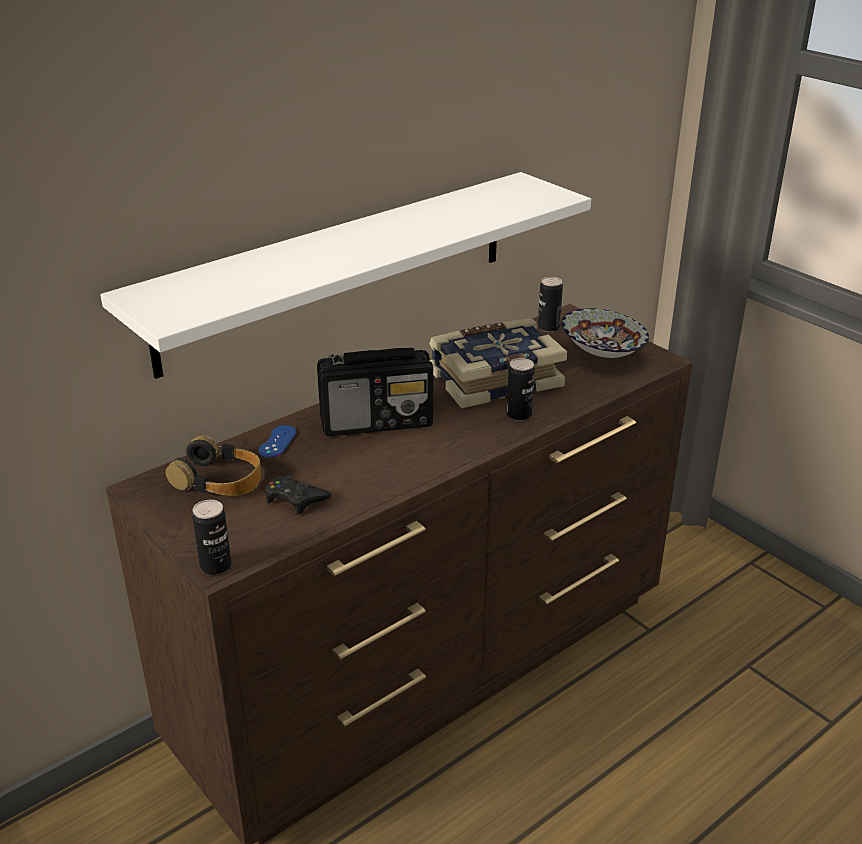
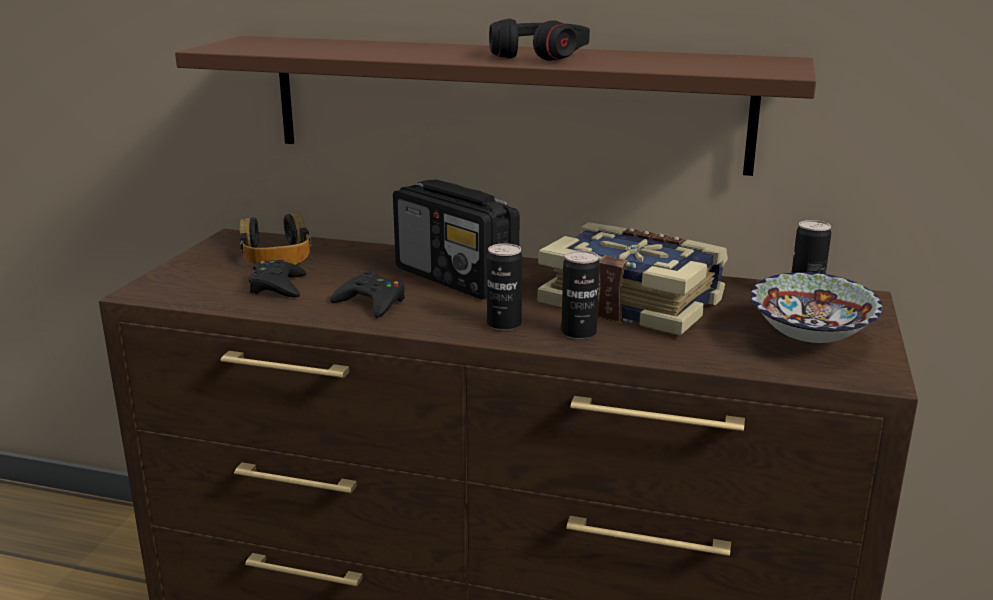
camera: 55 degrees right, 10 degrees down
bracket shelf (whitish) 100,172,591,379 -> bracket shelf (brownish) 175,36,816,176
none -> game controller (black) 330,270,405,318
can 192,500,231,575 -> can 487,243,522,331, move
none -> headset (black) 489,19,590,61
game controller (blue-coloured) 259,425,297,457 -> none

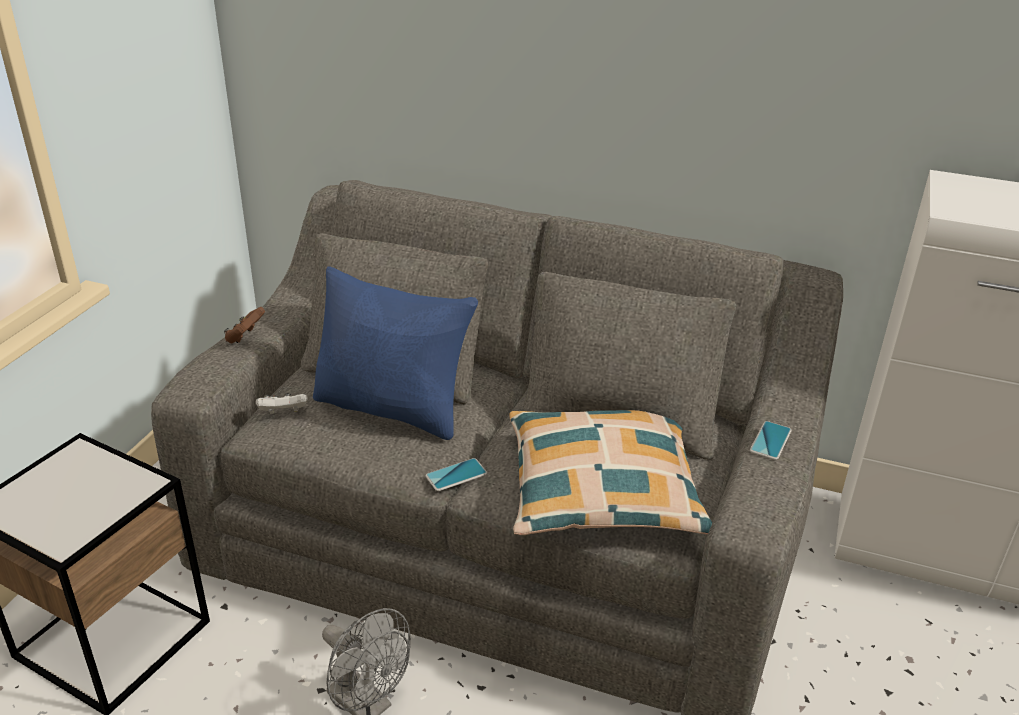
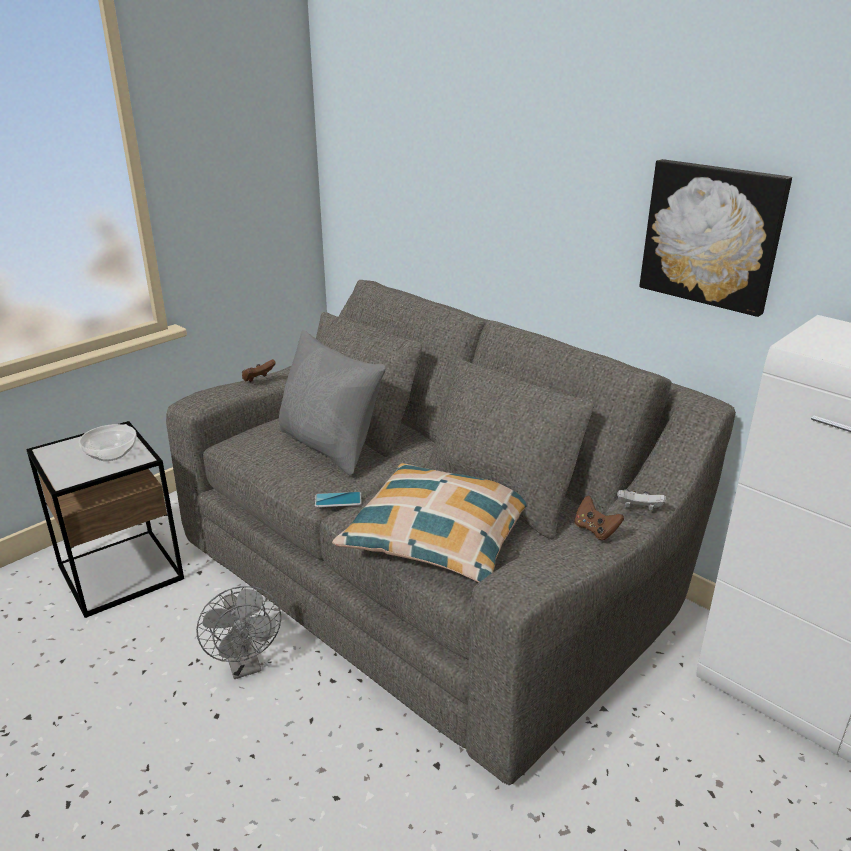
camera: 25 degrees right, 5 degrees down
none -> serving bowl 79,424,137,461
cushion (blue-coloured) 313,266,478,440 -> cushion (greyish) 279,330,386,476
phone 750,421,792,460 -> game controller (brownish) 574,496,624,540
game controller (whitish) 256,393,308,414 -> game controller (whitish) 617,489,666,510, move
none -> wall picture 639,159,792,317

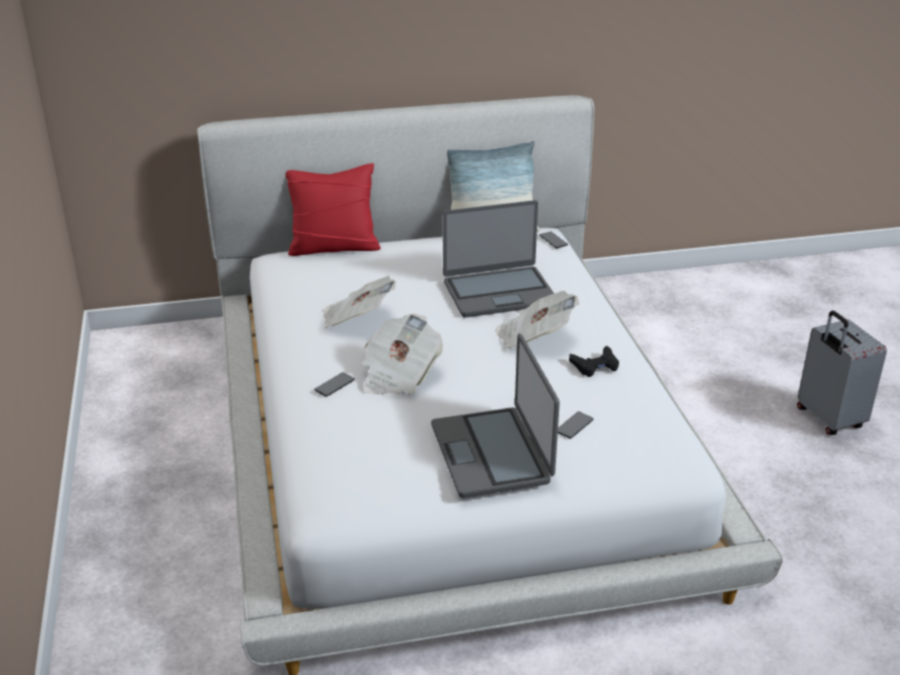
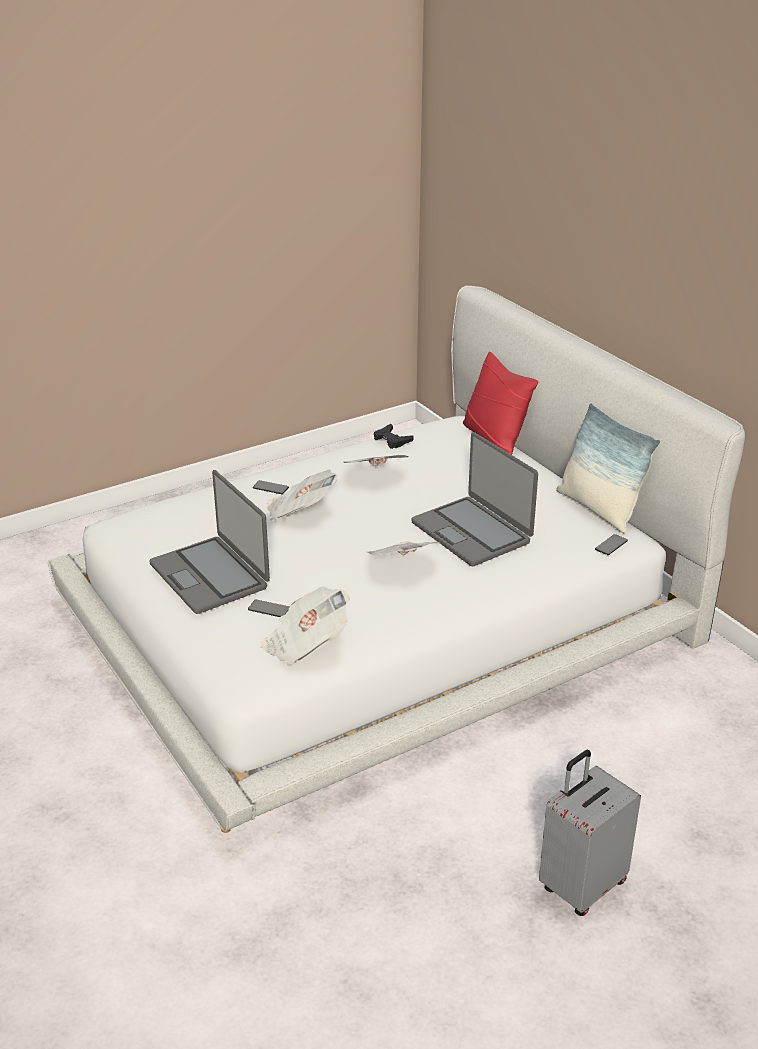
camera: 70 degrees right, 0 degrees up
portable computer 431,334,560,498 -> portable computer 149,470,270,614, 90 degrees counterclockwise
none -> printed paper 261,586,350,666
game controller (black) 569,346,619,377 -> game controller (black) 374,424,414,449, move

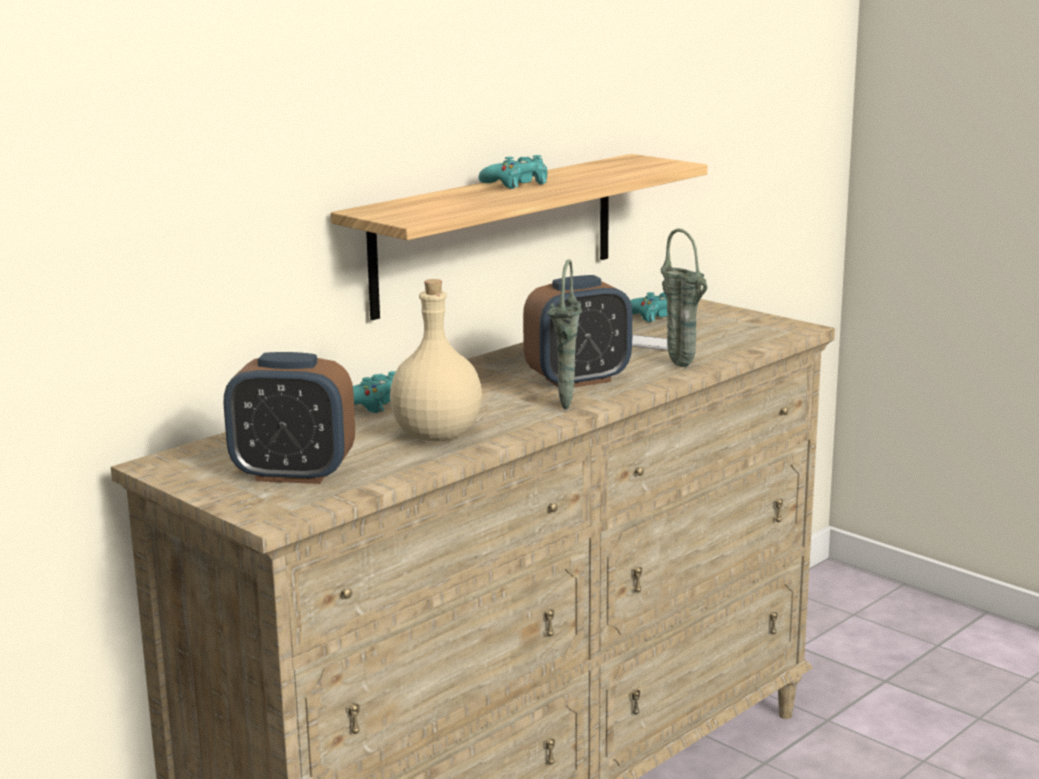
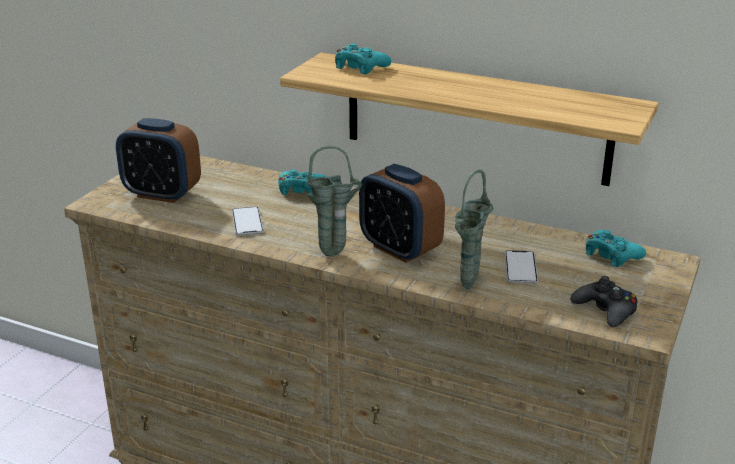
camera: 70 degrees right, 10 degrees up
table clock 224,352,355,484 -> table clock 116,118,201,203, 60 degrees counterclockwise
beverage bottle (beige) 390,279,482,441 -> phone 232,207,264,235
game controller (turquoise-coloured) 479,155,547,189 -> game controller (turquoise-coloured) 335,43,391,74, move
none -> game controller (black) 570,276,637,327

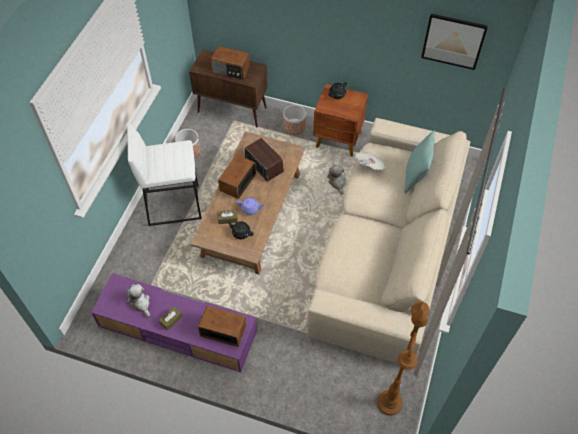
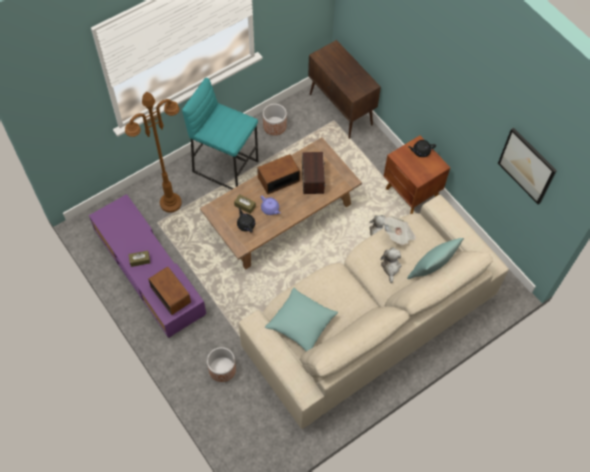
camera: 35 degrees right, 5 degrees up
floor lamp (brownish) 377,301,430,415 -> floor lamp (brownish) 125,92,182,213, move
stool seat (whitish) 127,124,202,226 -> stool seat (turquoise-coloured) 182,78,258,190
planter 283,105,306,135 -> planter 207,347,236,382, move
none -> cushion (turquoise-coloured) 265,287,338,351
cuddly toy 126,284,150,317 -> cuddly toy 380,248,402,283, move
radio receiver 210,46,250,80 -> none

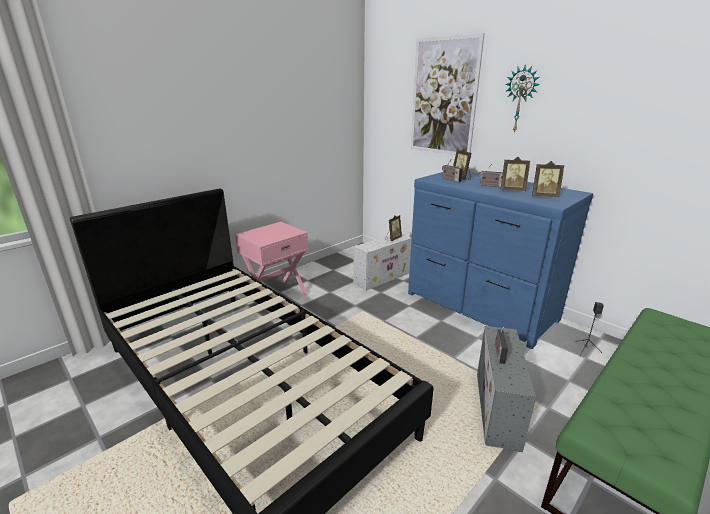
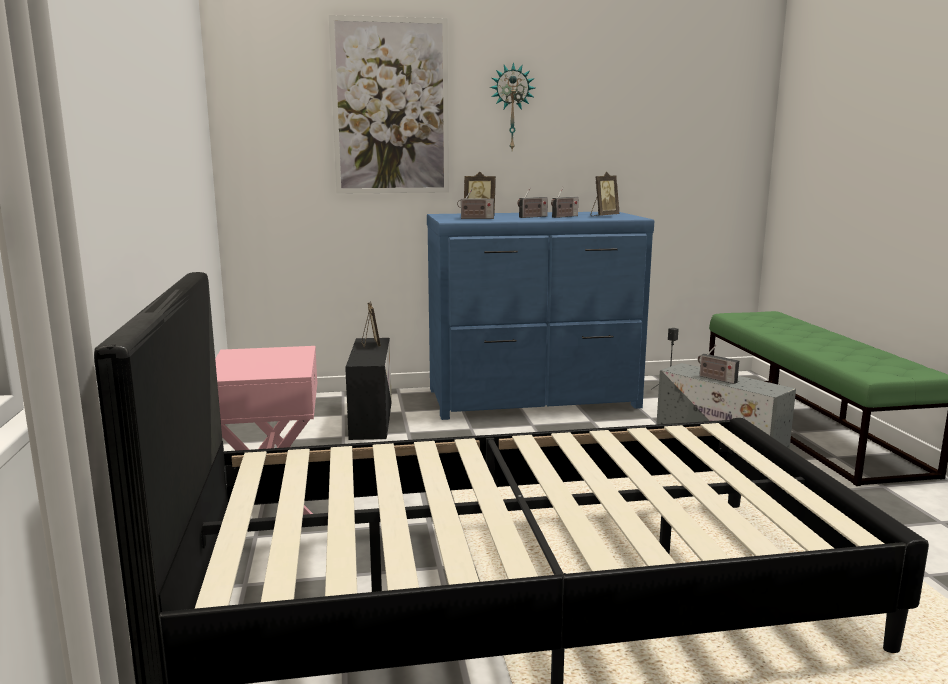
camera: 55 degrees left, 10 degrees down
storage container (whitish) 353,234,412,290 -> storage container (black) 345,338,392,440
picture frame 501,157,530,191 -> radio receiver 551,187,578,218

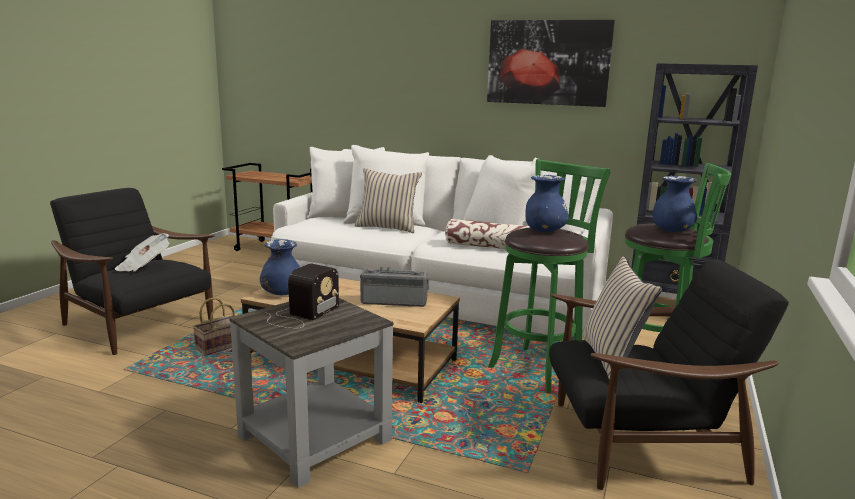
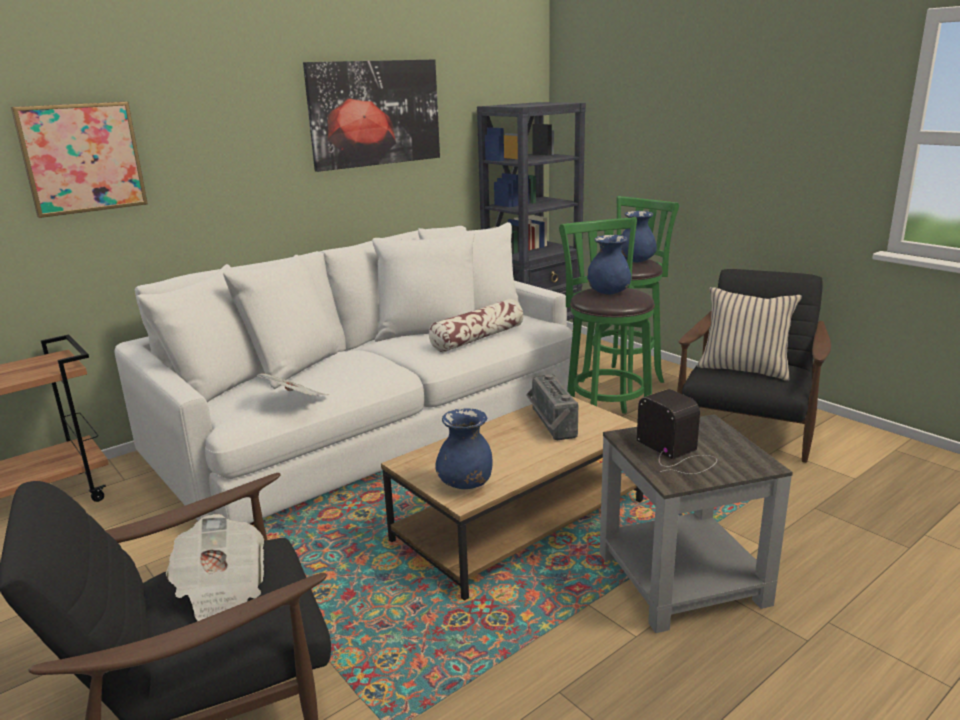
camera: 60 degrees left, 5 degrees up
none -> wall picture 11,101,148,218
none -> printed paper 255,374,329,396
radio receiver 360,266,429,307 -> radio receiver 526,374,578,440, 45 degrees counterclockwise
basket 193,297,235,356 -> none
cushion (beige) 354,168,422,233 -> none

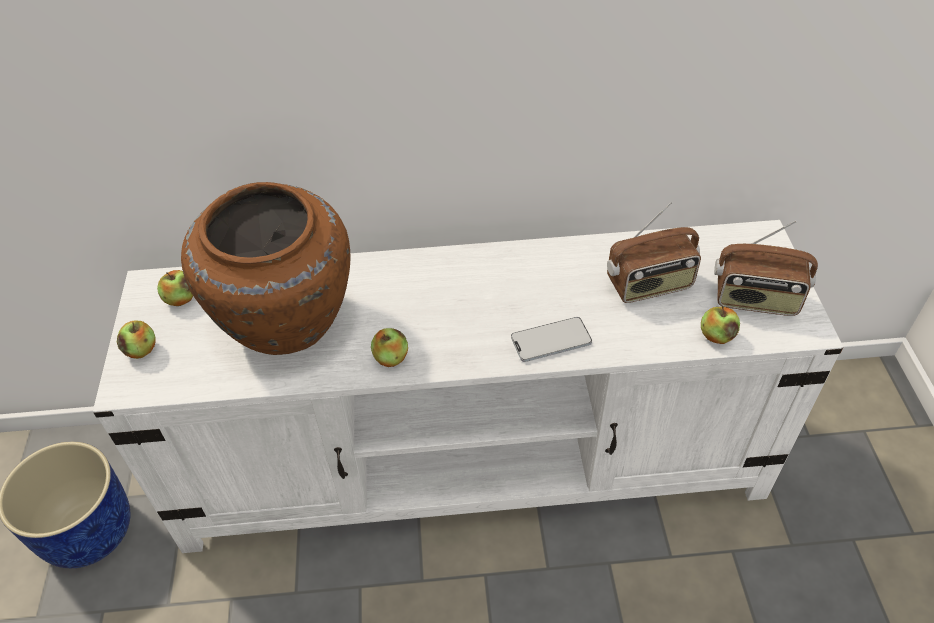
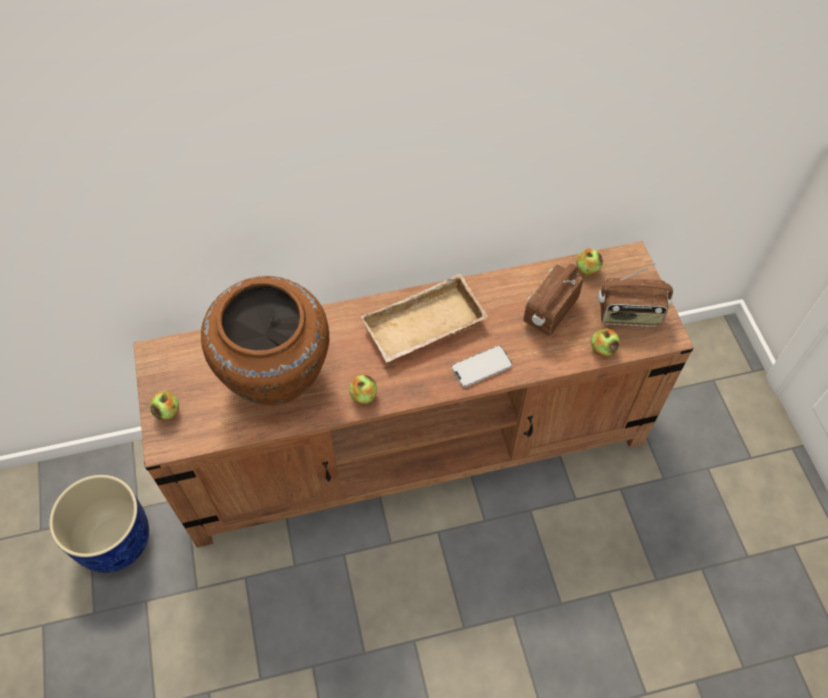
camera: 10 degrees left, 10 degrees up
tv unit (whitish) 93,220,843,553 -> tv unit (brownish) 133,241,694,547
none -> serving tray (beige) 361,274,488,363
radio receiver 607,202,701,303 -> radio receiver 523,264,584,336, 150 degrees clockwise
whole apple 157,270,193,306 -> whole apple 576,248,603,275, move

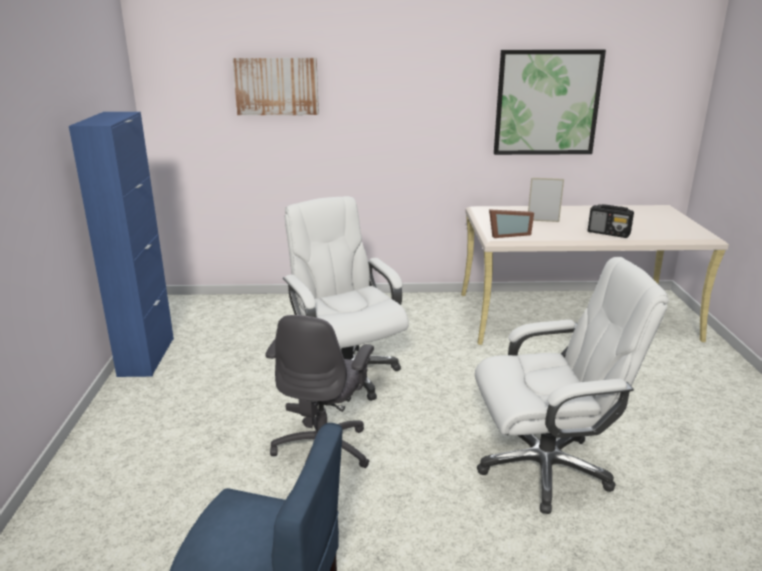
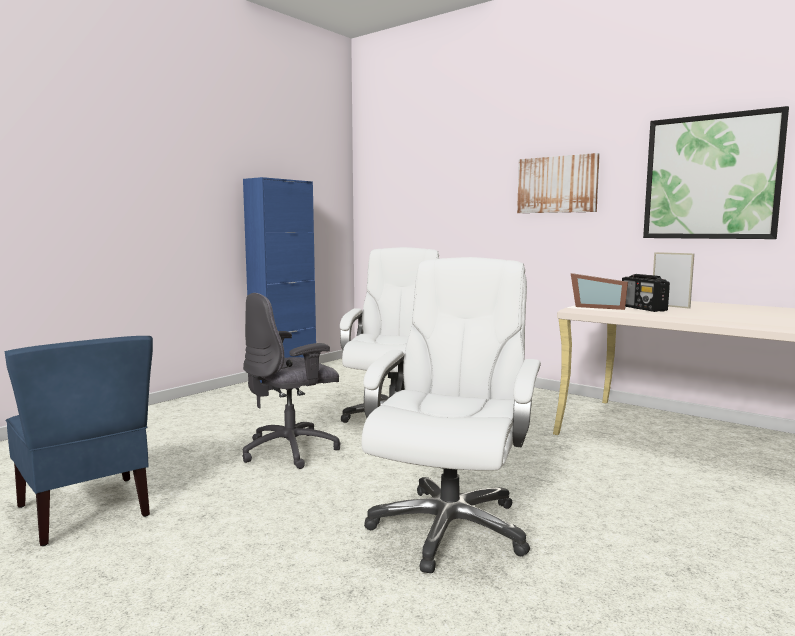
camera: 40 degrees right, 15 degrees down
desk chair (whitish) 475,257,669,514 -> desk chair (whitish) 361,257,541,573, 105 degrees counterclockwise
wall picture 232,58,319,115 -> wall picture 517,153,600,213, move
radio receiver 588,204,634,238 -> radio receiver 622,274,670,312, move

